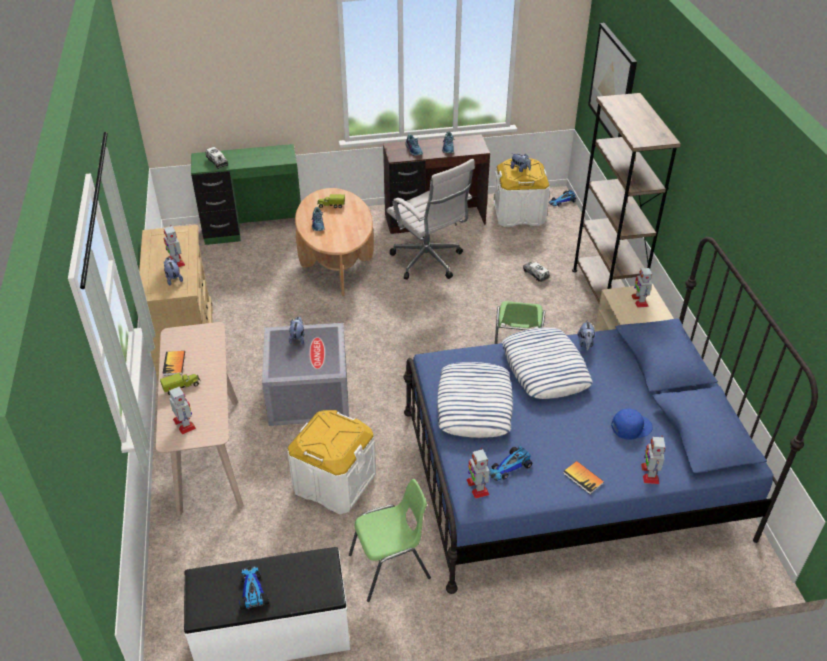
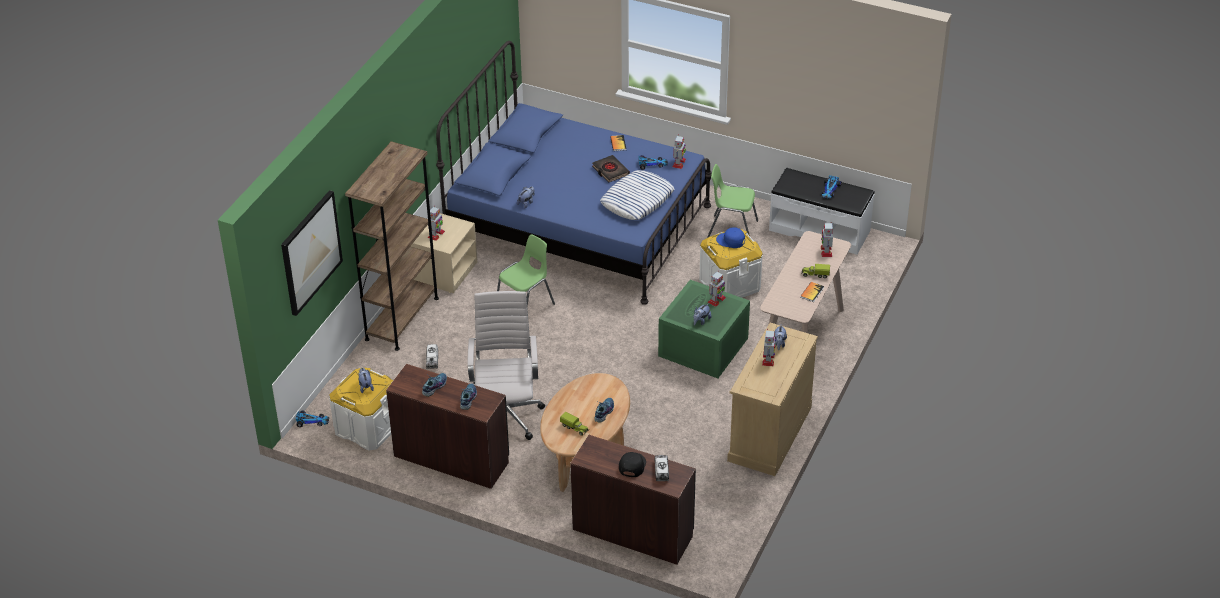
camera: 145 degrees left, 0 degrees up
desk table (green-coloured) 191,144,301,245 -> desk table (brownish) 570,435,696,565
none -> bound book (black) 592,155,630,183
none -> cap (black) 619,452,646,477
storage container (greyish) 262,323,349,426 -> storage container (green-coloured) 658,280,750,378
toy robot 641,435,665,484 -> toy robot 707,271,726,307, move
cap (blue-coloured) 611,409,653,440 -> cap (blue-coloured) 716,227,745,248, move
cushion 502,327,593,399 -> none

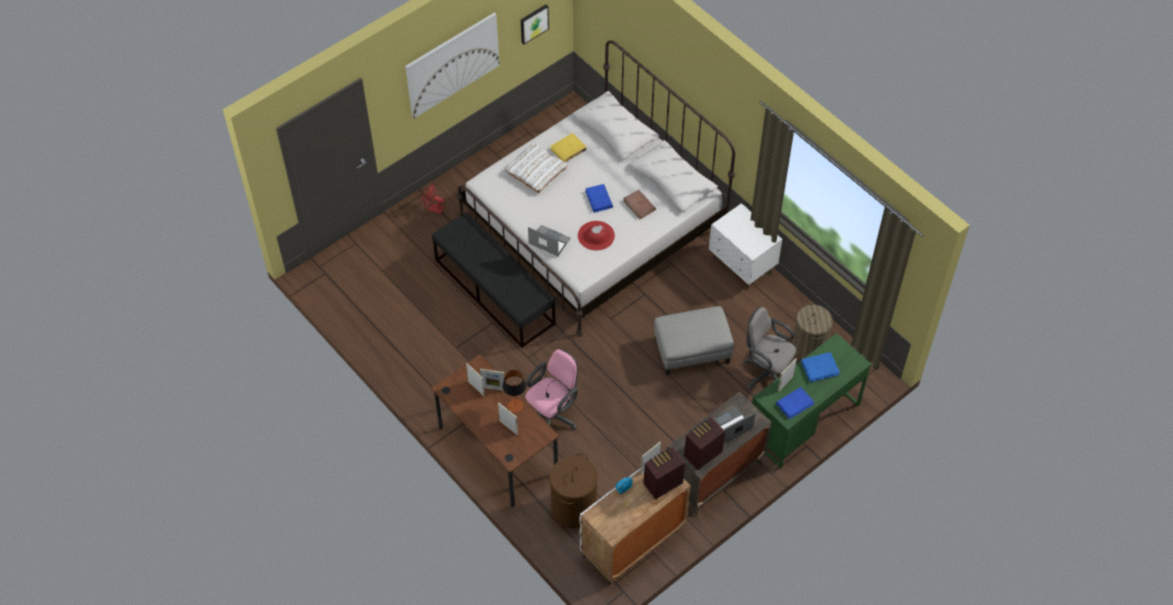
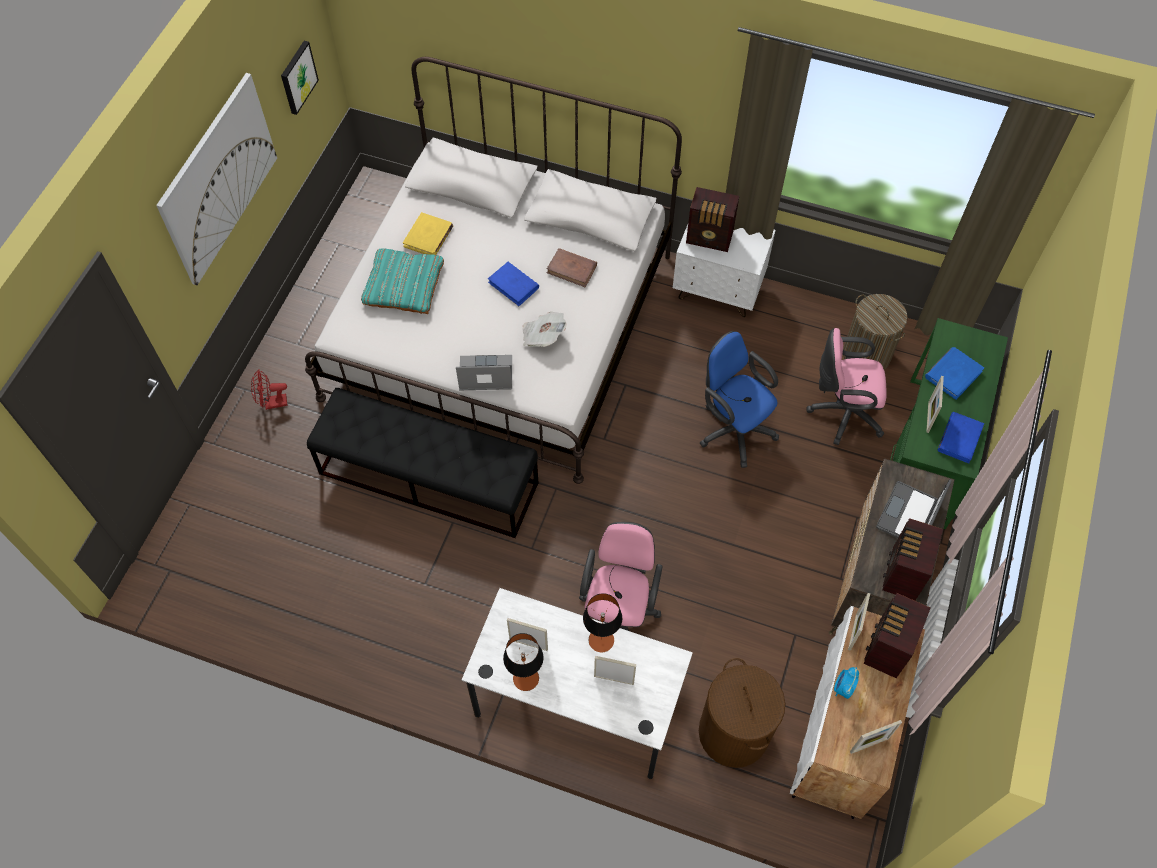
camera: 30 degrees left, 5 degrees up
cushion (whitish) 505,144,567,193 -> cushion (turquoise-coloured) 361,248,444,314
desk table (brownish) 431,354,560,507 -> desk table (whitish) 462,588,693,779
none -> table lamp 503,633,544,691
wearable hat (reddish) 578,221,615,250 -> printed paper 523,311,567,347
none -> radio receiver 686,187,739,252
pouffe (greyish) 654,306,734,375 -> desk chair (blue-coloured) 700,331,779,468
desk chair (greyish) 745,307,796,390 -> desk chair (pink) 807,328,887,445
picture frame 480,369,504,391 -> picture frame 850,720,902,754, move

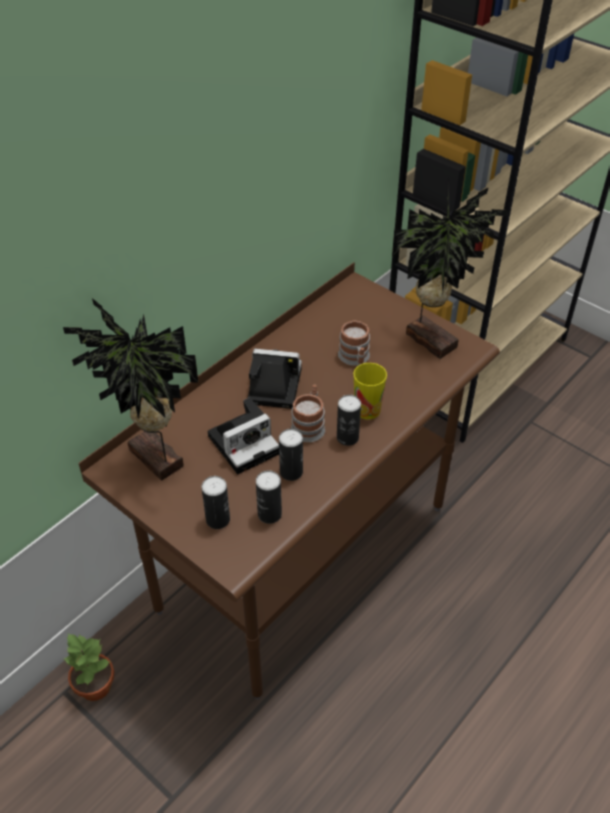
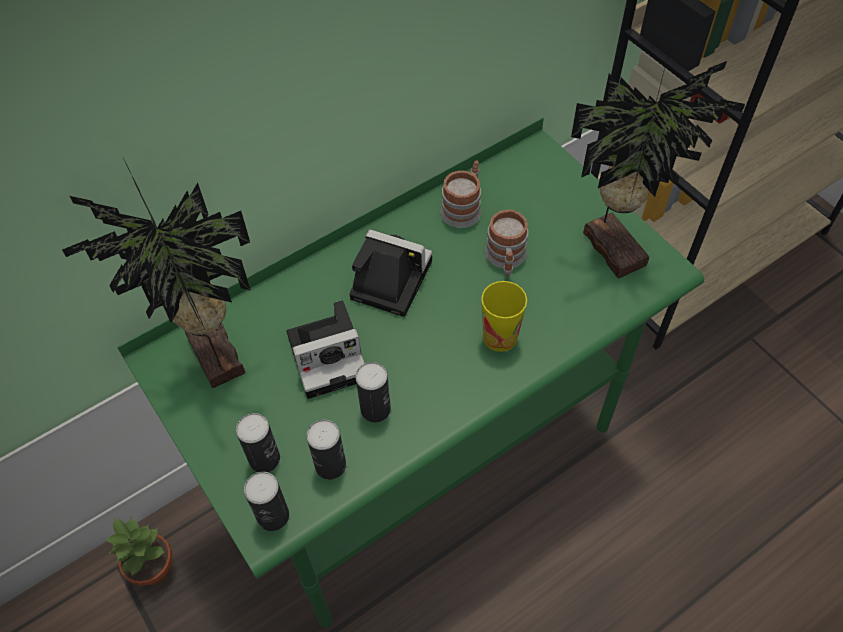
camera: 15 degrees right, 10 degrees up
desk table (brownish) 78,262,500,699 -> desk table (green-coloured) 117,117,705,628
can 337,395,361,446 -> can 244,472,289,531, move
mug 291,385,325,442 -> mug 440,160,481,228, move

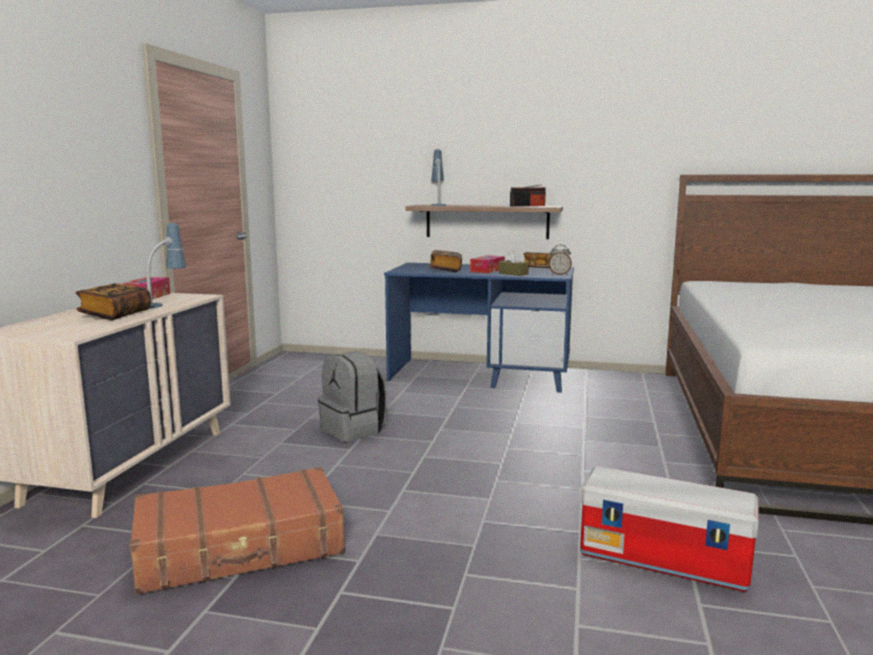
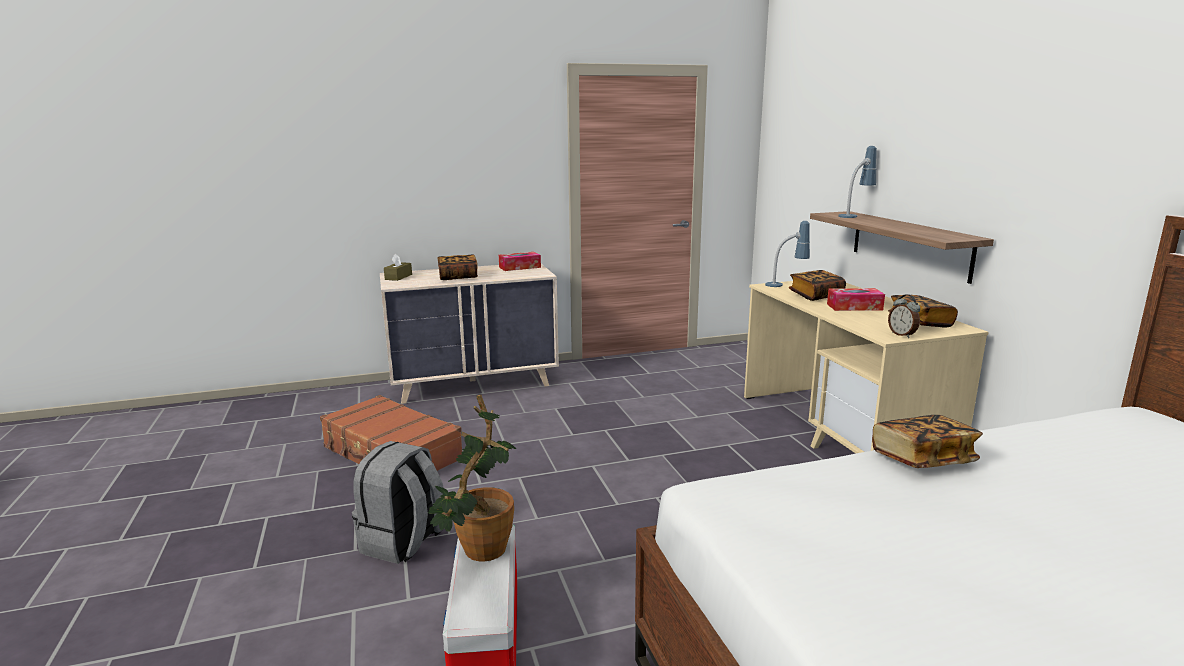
camera: 60 degrees right, 5 degrees up
knapsack (greyish) 318,352,388,442 -> knapsack (greyish) 352,441,444,564, move
tissue box (brownish) 498,251,529,276 -> tissue box (brownish) 384,254,412,281, move
none -> plant in a pot 428,395,516,562
desk table (blue-coloured) 384,263,574,393 -> desk table (beige) 744,281,989,454
table lamp 146,223,186,309 -> table lamp 765,221,810,287, move
none -> bound book 872,415,983,468
radio receiver 510,184,546,207 -> none

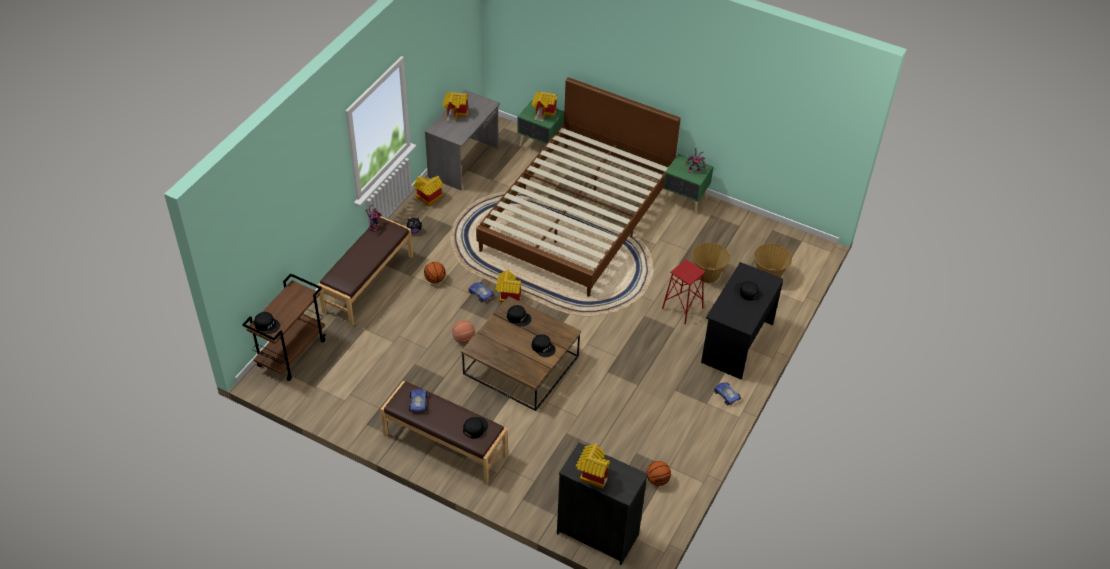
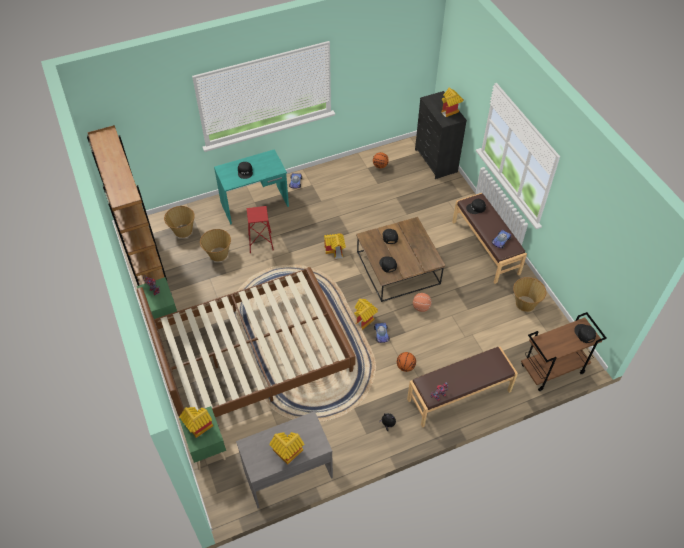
camera: 140 degrees left, 5 degrees up
none -> shelving unit (brownish) 87,125,167,286
desk table (black) 701,262,784,380 -> desk table (turquoise-coloured) 214,149,289,225
toy house 413,176,444,206 -> toy house 324,233,346,259, move
none -> basket 513,277,546,312

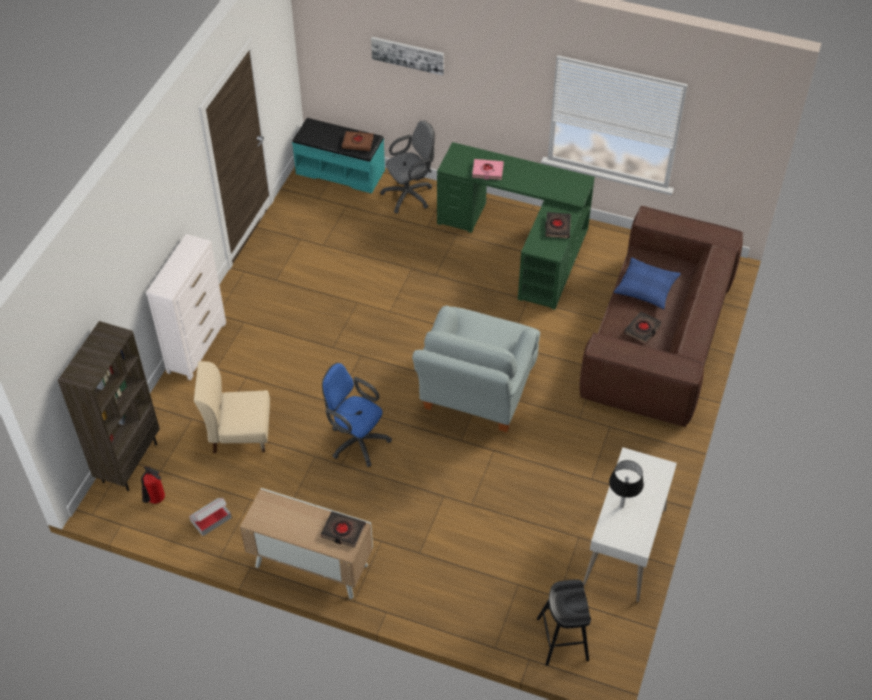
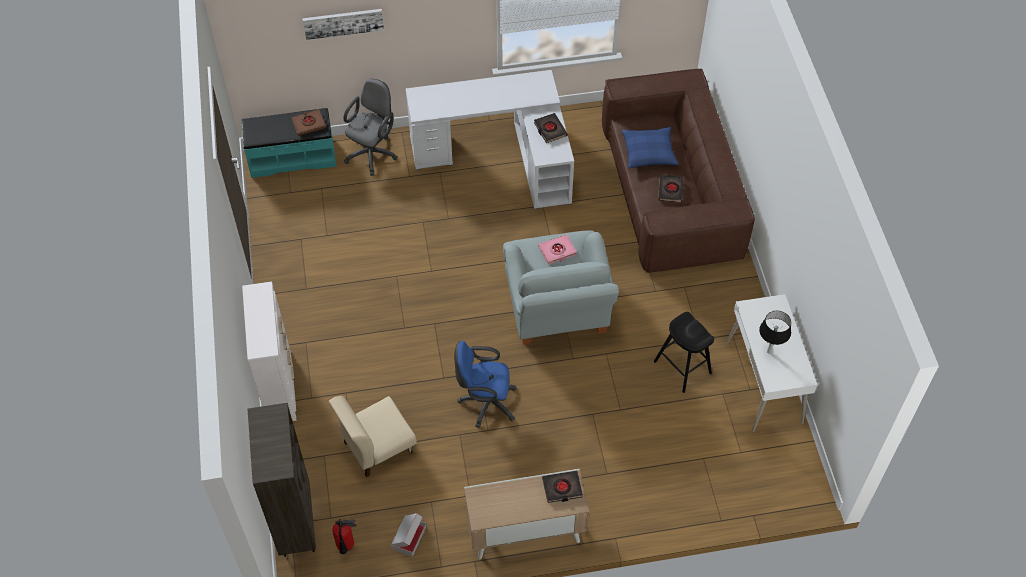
camera: 30 degrees left, 5 degrees up
desk table (green-coloured) 437,142,595,310 -> desk table (whitish) 406,70,574,209
bound book (pink) 472,159,504,180 -> bound book (pink) 538,234,577,265, move
stool seat (black) 537,579,591,666 -> stool seat (black) 654,312,714,393, move

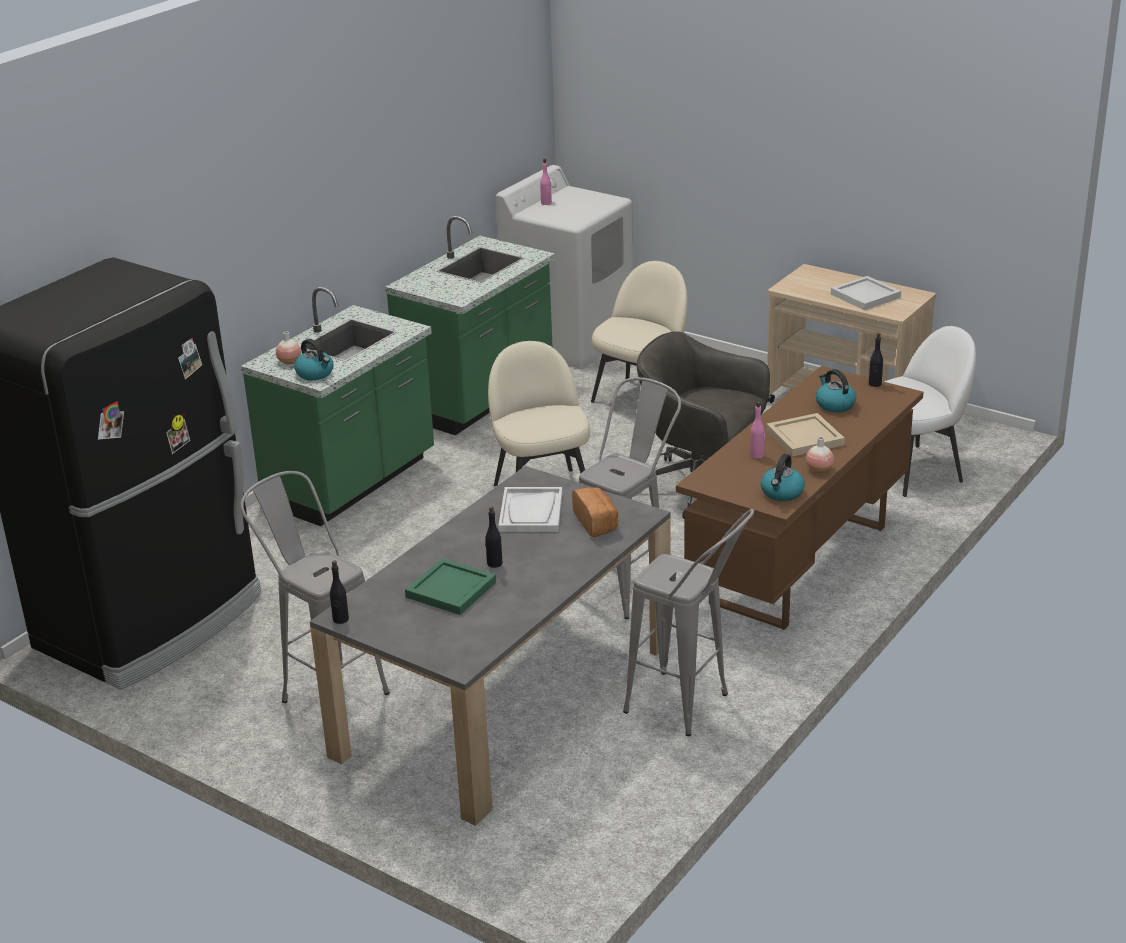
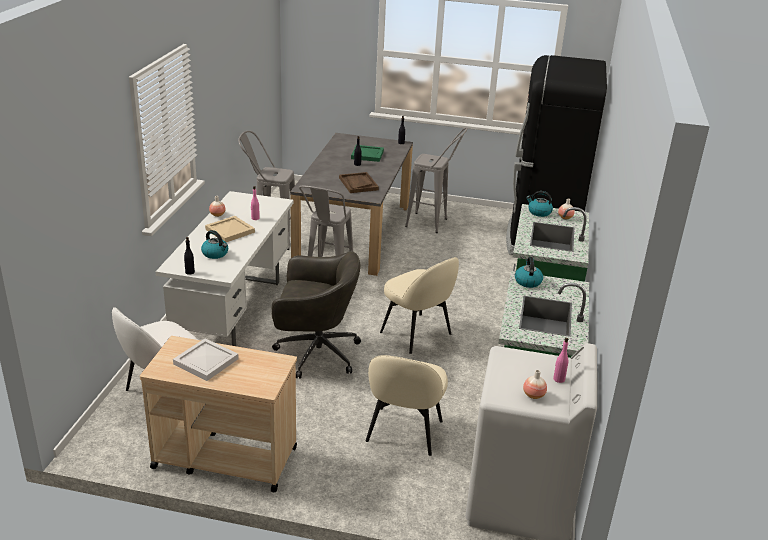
camera: 155 degrees right, 0 degrees up
desk table (brownish) 676,366,923,630 -> desk table (whitish) 156,191,293,346
serving tray (whitish) 499,487,562,532 -> serving tray (brownish) 339,172,379,193
water kettle 761,454,805,501 -> water kettle 515,257,543,288, move
none -> flower vase 523,370,547,399
bread 572,487,618,537 -> none

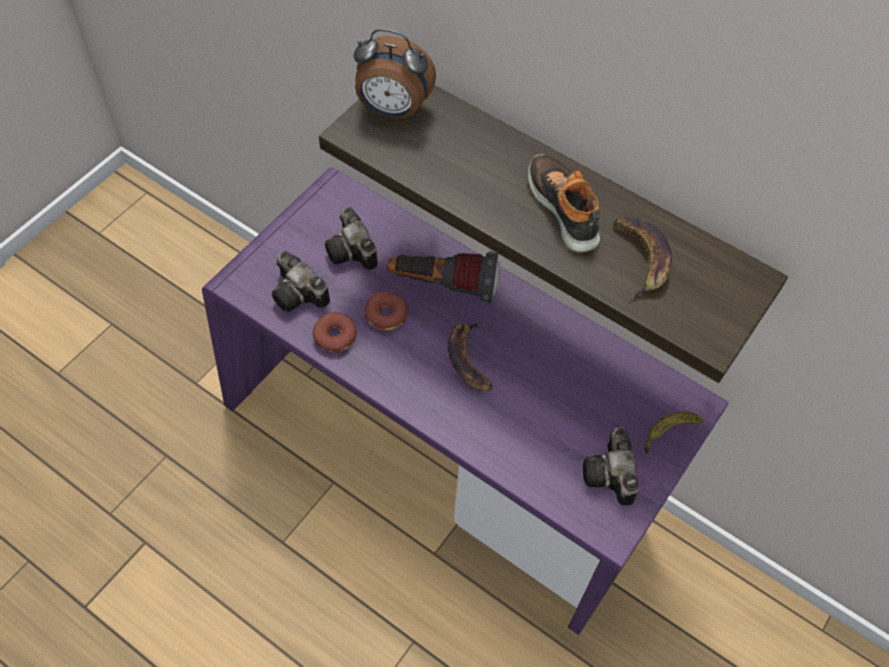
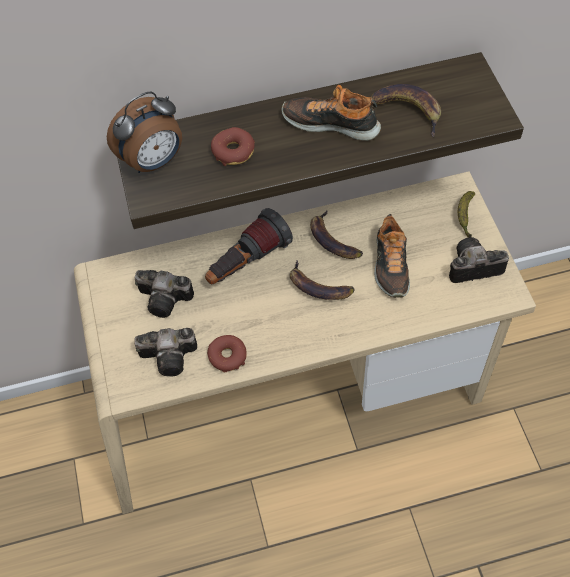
camera: 45 degrees left, 0 degrees up
desk table (purple-coloured) 202,167,729,635 -> desk table (beige) 74,171,536,514
donut 364,291,408,330 -> donut 211,127,255,166, move
none -> banana 310,211,363,259
none -> item of footwear 374,214,410,298
photo camera 583,427,639,506 -> photo camera 449,237,509,283, 135 degrees clockwise

